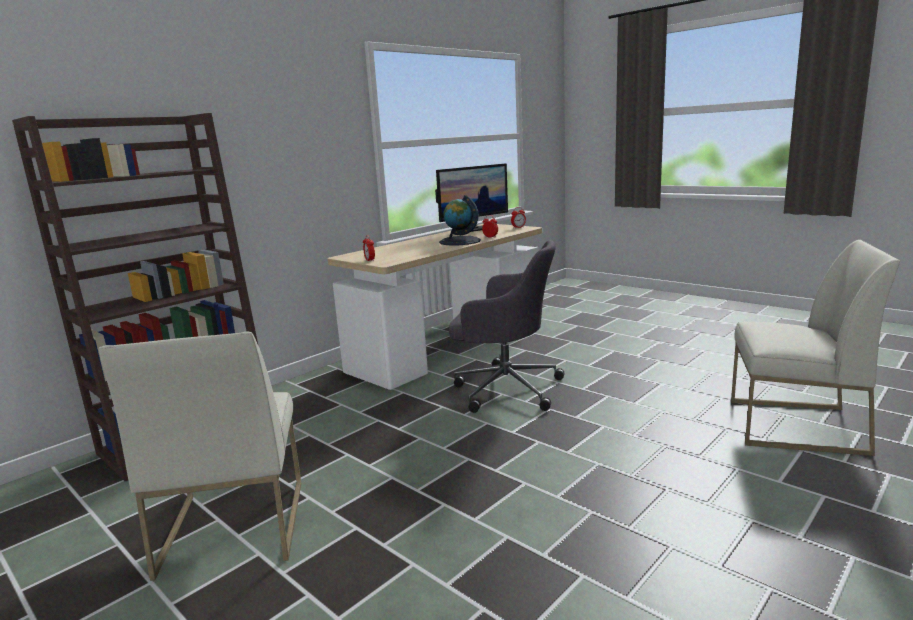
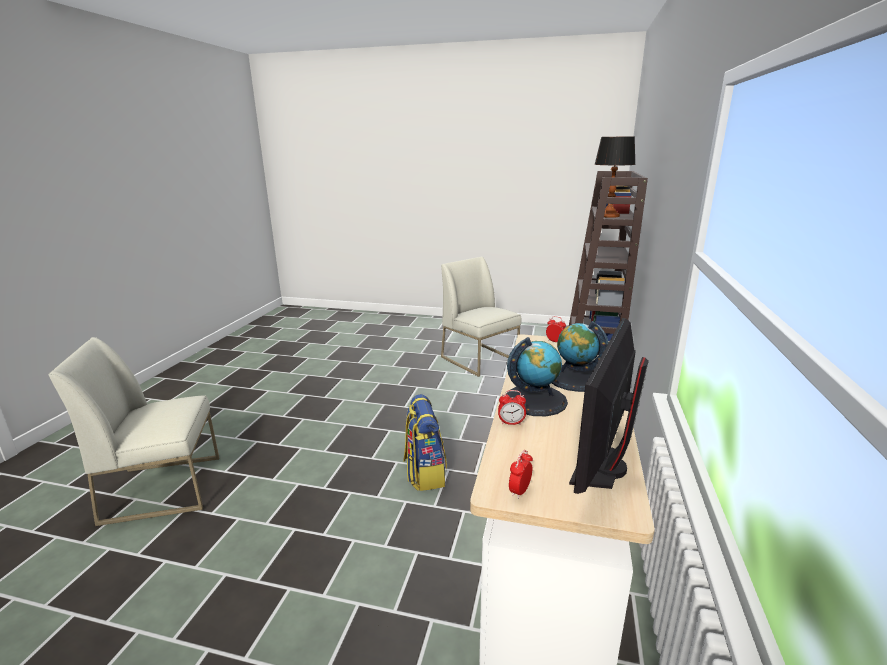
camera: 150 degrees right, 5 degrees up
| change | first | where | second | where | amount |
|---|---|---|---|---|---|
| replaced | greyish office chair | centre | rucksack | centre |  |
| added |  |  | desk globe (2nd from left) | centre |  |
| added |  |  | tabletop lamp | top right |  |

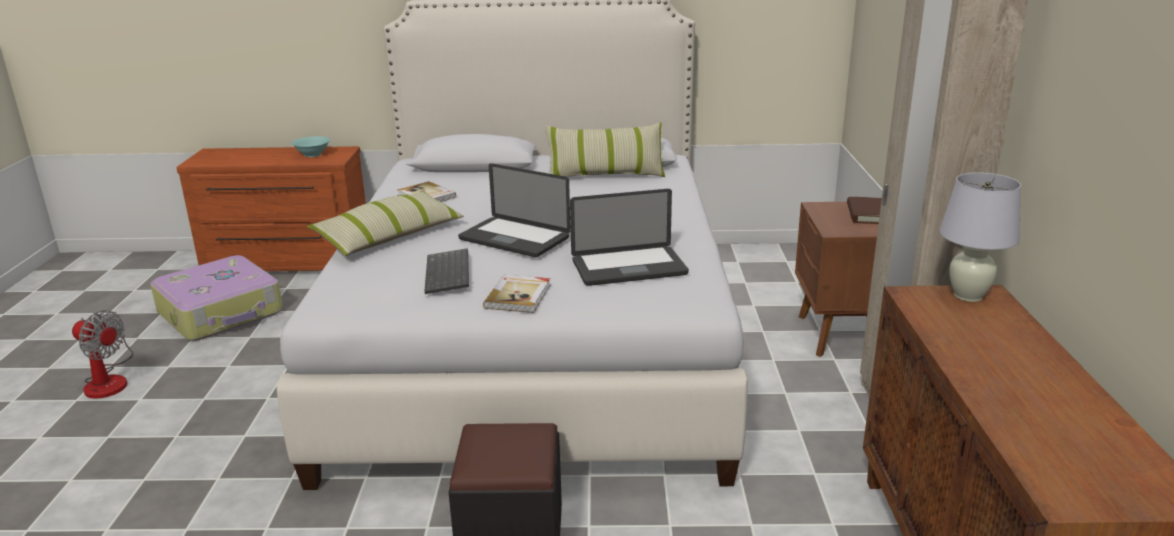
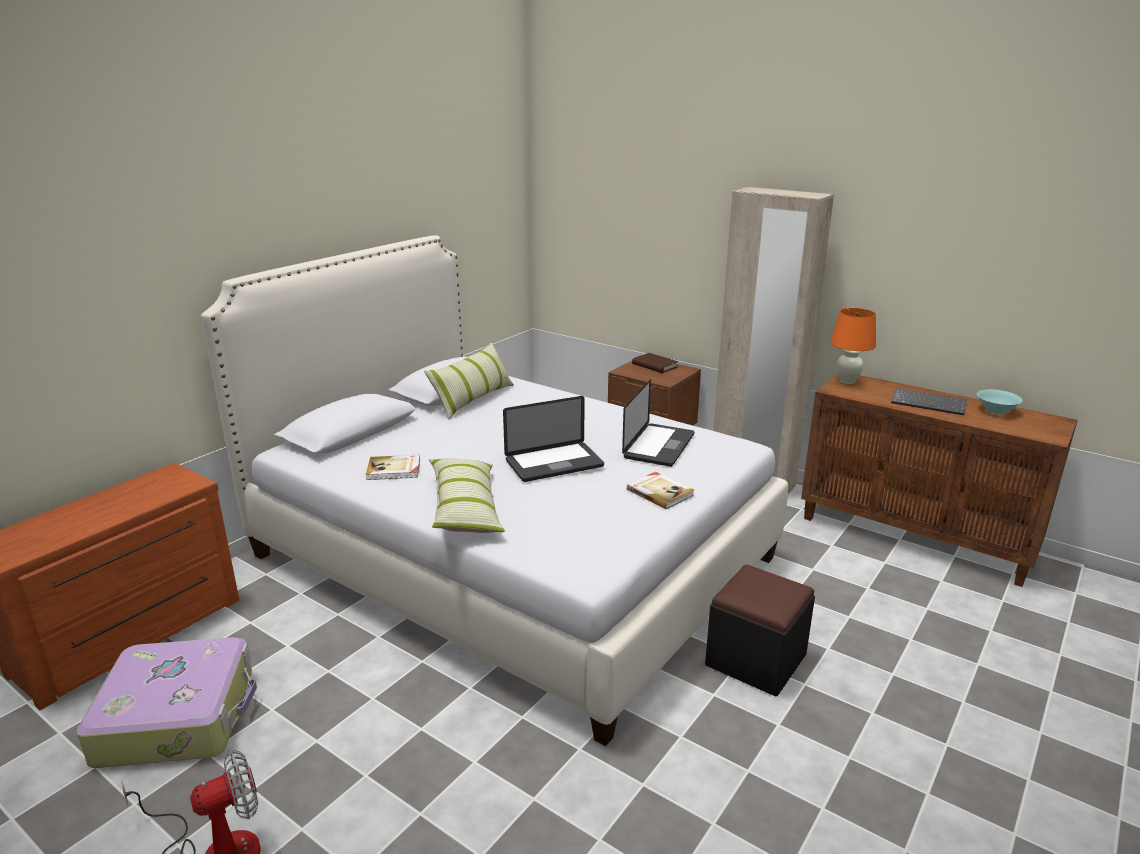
camera: 55 degrees left, 0 degrees up
| change | first | where | second | where | amount |
|---|---|---|---|---|---|
| recoloured | white tabletop lamp | middle right | orange-coloured tabletop lamp | middle right |  |
| moved | PC keyboard | centre |  | middle right |  |
| moved | blue-green serving bowl | top left |  | middle right |  |

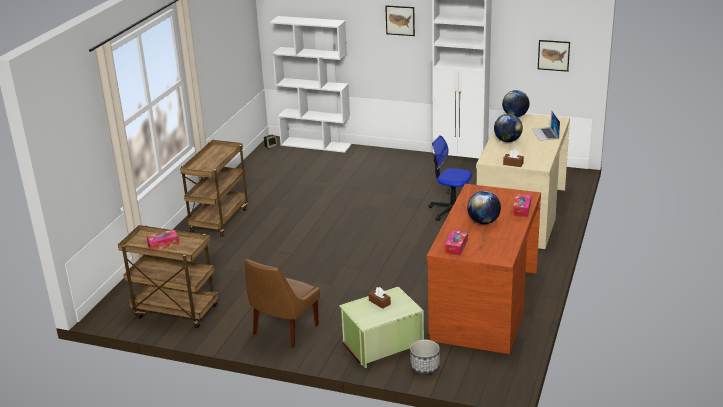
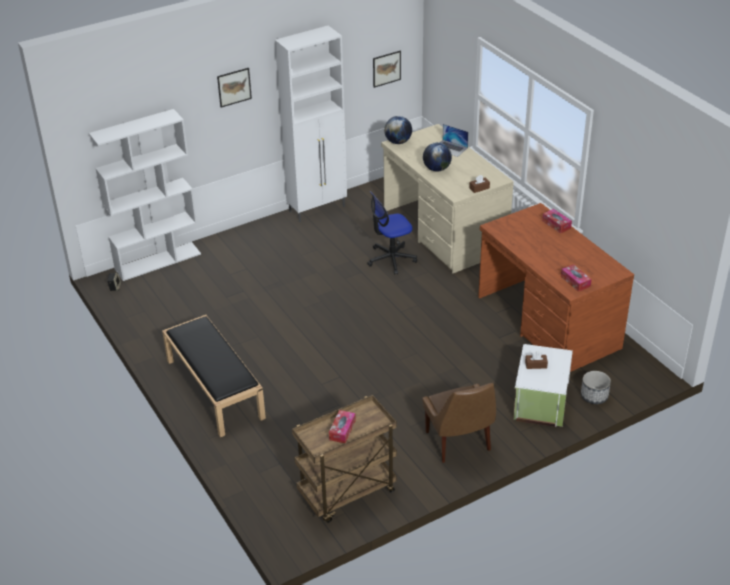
camera: 50 degrees left, 10 degrees up
| change | first | where | second | where | amount |
|---|---|---|---|---|---|
| replaced | brown trolley (2nd from left) | middle left | black-coloured indoor bench | middle left |  |
| recoloured | green-coloured storage box | bottom centre | white storage box | middle right |  |
| removed | desk globe (1st from left) | middle right |  |  |  |

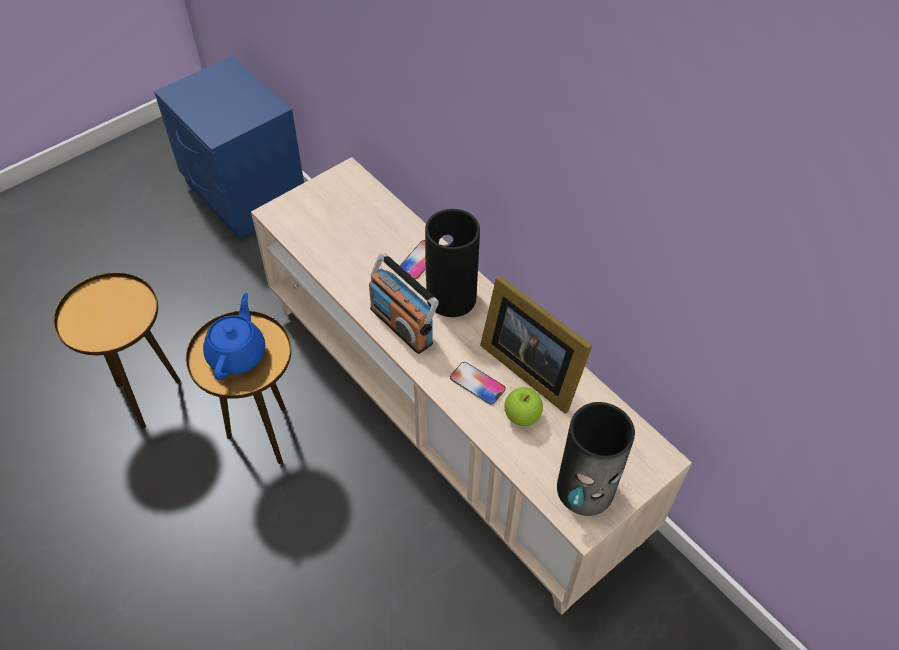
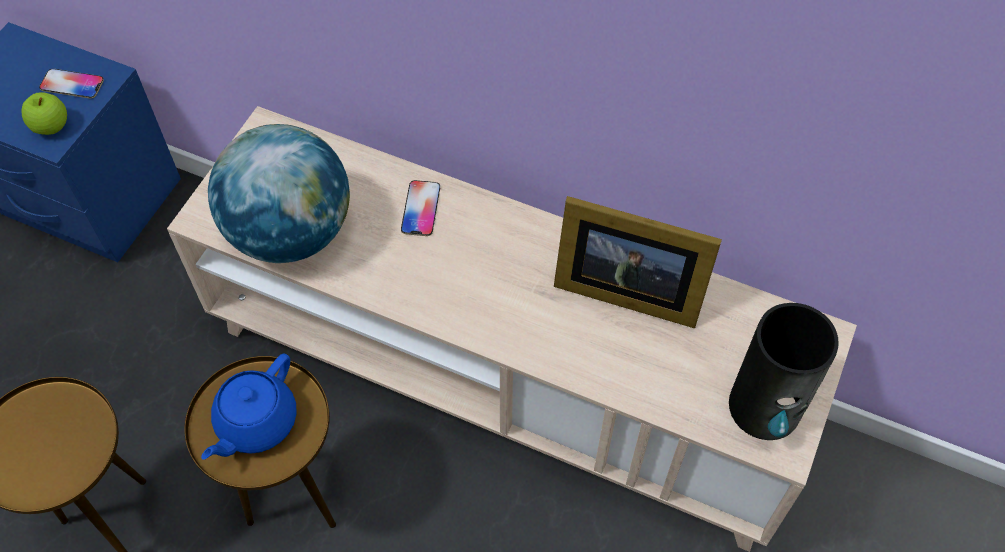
camera: 25 degrees left, 5 degrees up
| change | first | where | second | where | amount |
|---|---|---|---|---|---|
| moved | apple | centre |  | top left |  |
| moved | telephone (2nd from left in the first image) | centre | telephone (1st from left) | top left |  |
| turned | blue-coloured pot for tea | middle left |  | bottom left | 135 degrees counterclockwise |
| added |  |  | desk globe | middle left |  |
| removed | radio receiver | centre |  |  |  |
| removed | flower vase (1st from left) | centre |  |  |  |

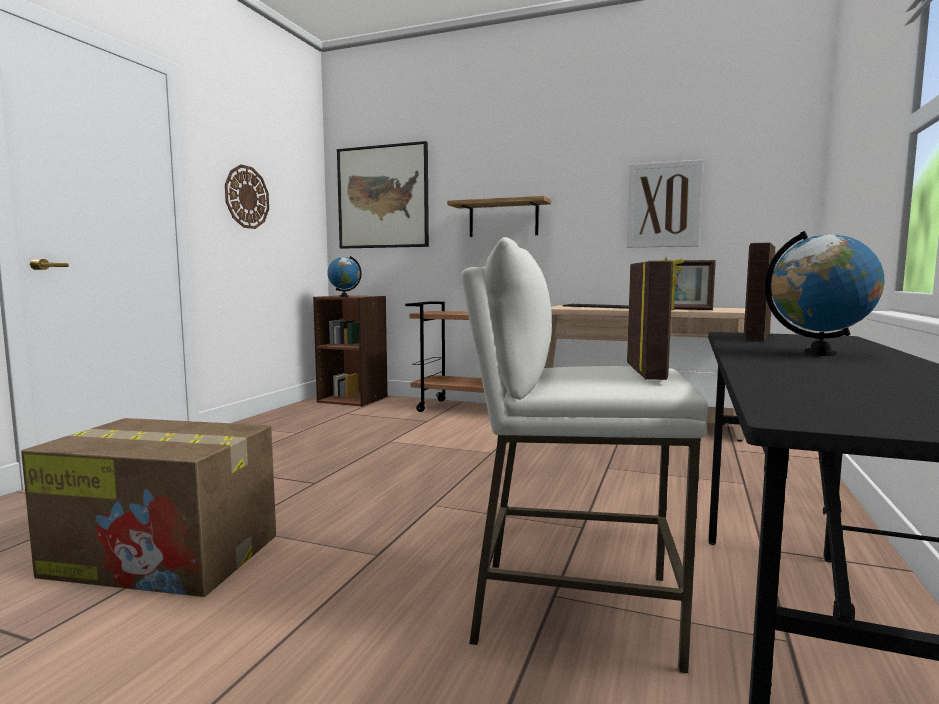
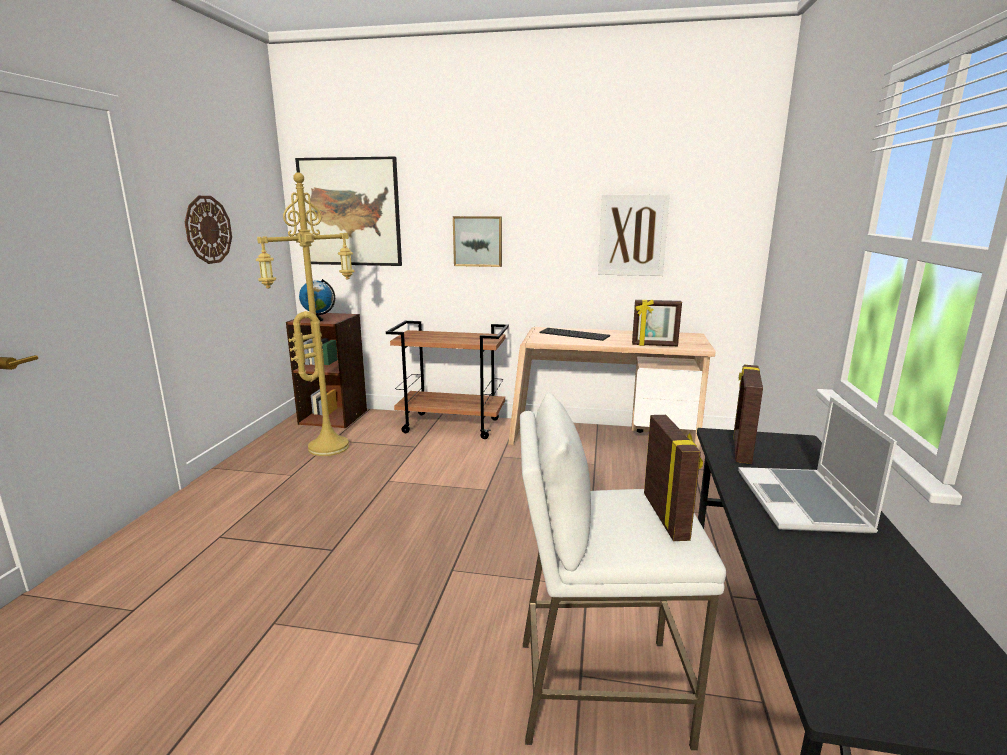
camera: 10 degrees left, 10 degrees up
| change | first | where | second | where | amount |
|---|---|---|---|---|---|
| added |  |  | yellowish standard lamp | middle left |  |
| replaced | shelf | top centre | wall picture (2nd from left) | top centre |  |
| replaced | desk globe (2nd from left) | middle right | notebook computer | middle right |  |
| removed | carton | bottom left |  |  |  |

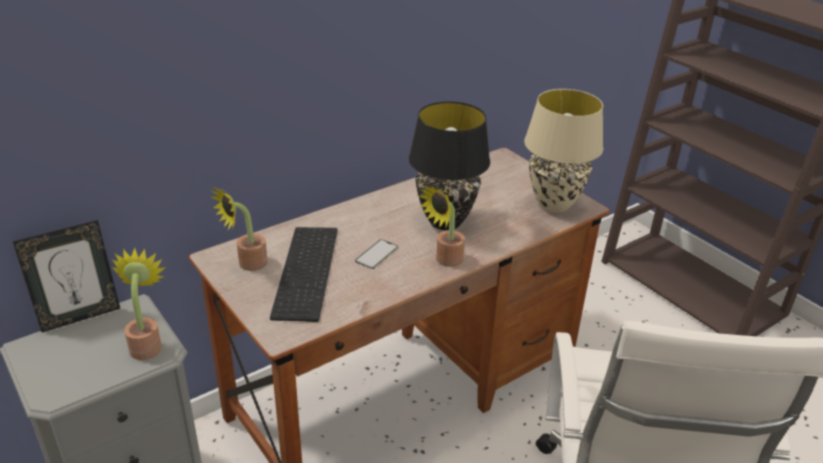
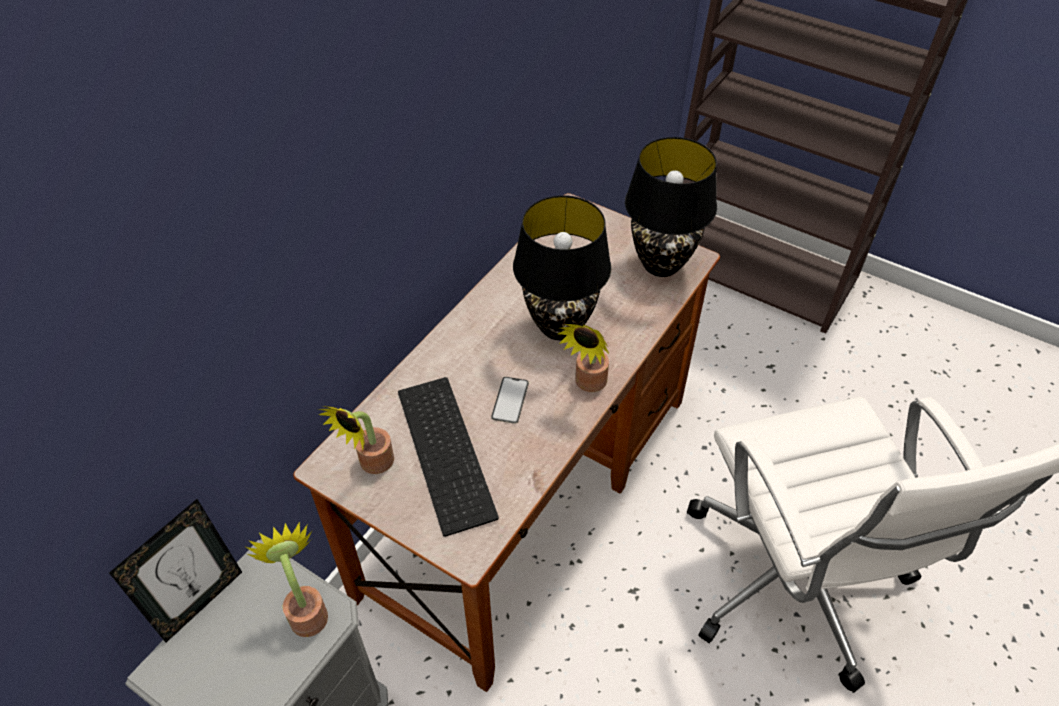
camera: 20 degrees left, 15 degrees up
| change | first | where | second | where | amount |
|---|---|---|---|---|---|
| recoloured | sand-coloured tabletop lamp | top right | black-coloured tabletop lamp (2nd from left) | top centre |  |

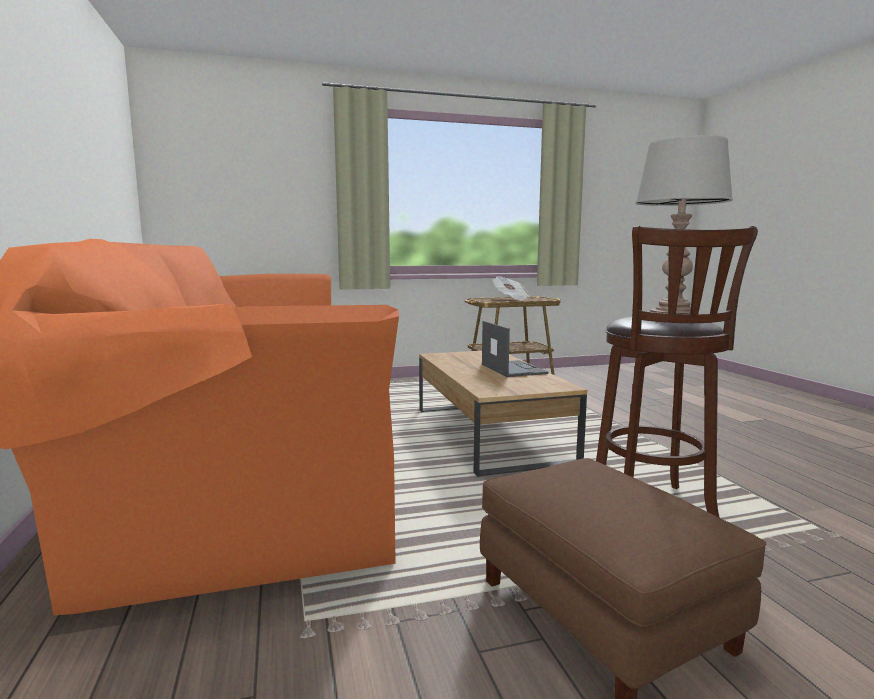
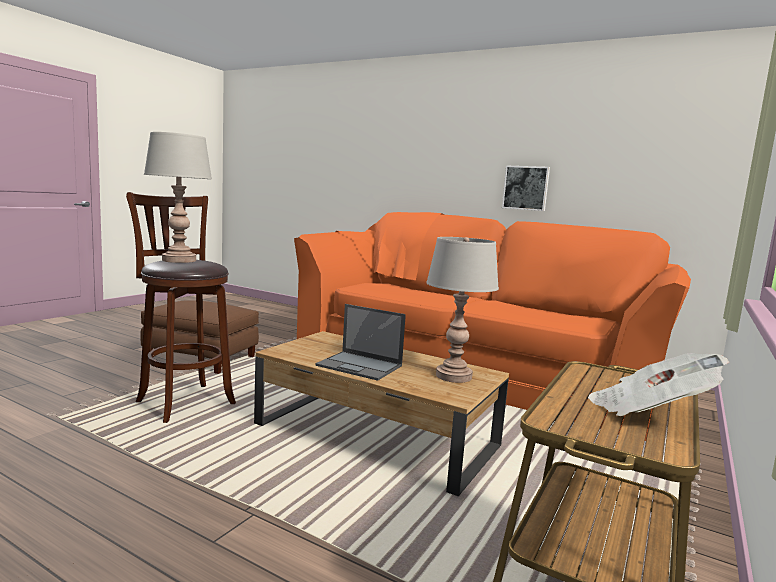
camera: 135 degrees right, 0 degrees up
| change | first | where | second | where | amount |
|---|---|---|---|---|---|
| added |  |  | greyish tabletop lamp (2nd from left) | centre |  |
| added |  |  | wall picture | top right |  |

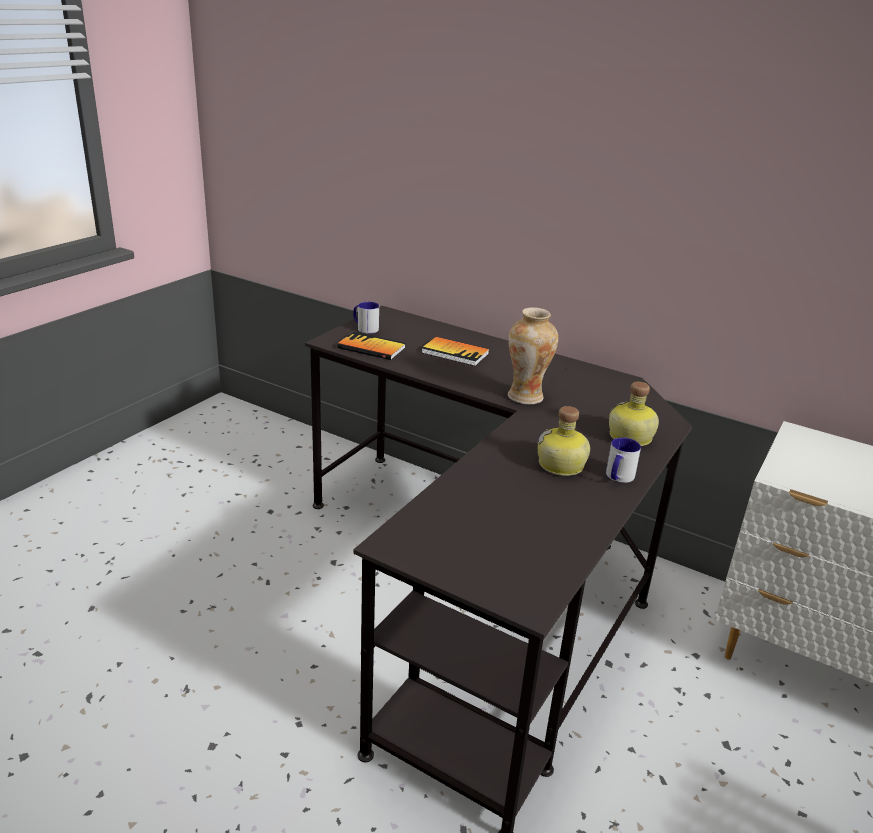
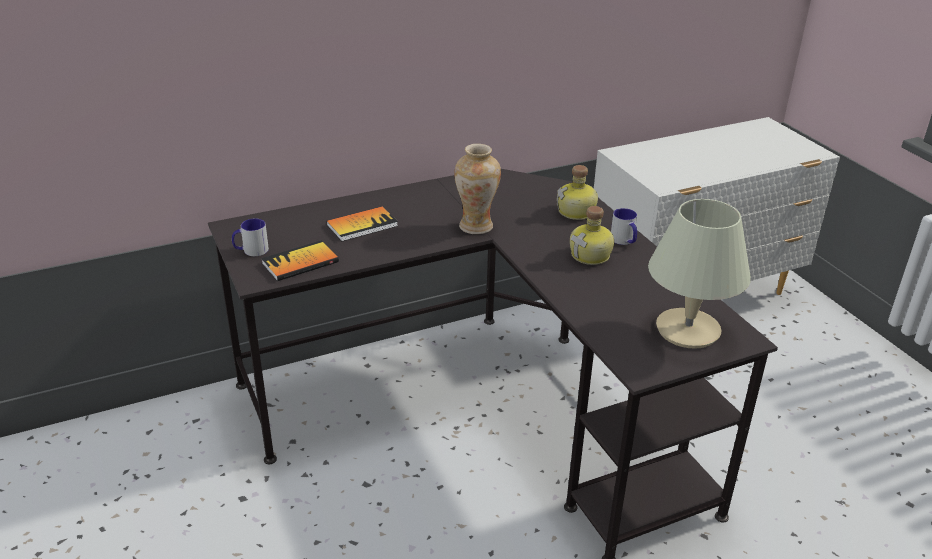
camera: 55 degrees left, 5 degrees up
| change | first | where | second | where | amount |
|---|---|---|---|---|---|
| added |  |  | sand-coloured tabletop lamp | middle right |  |

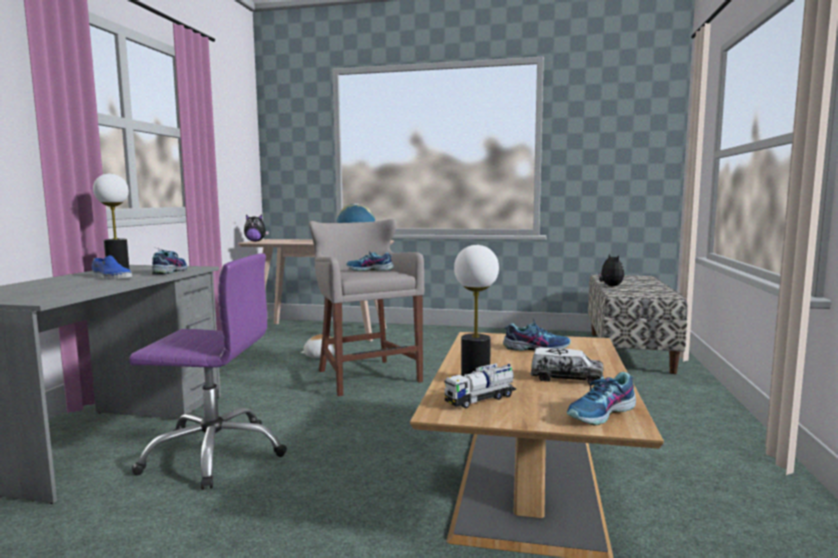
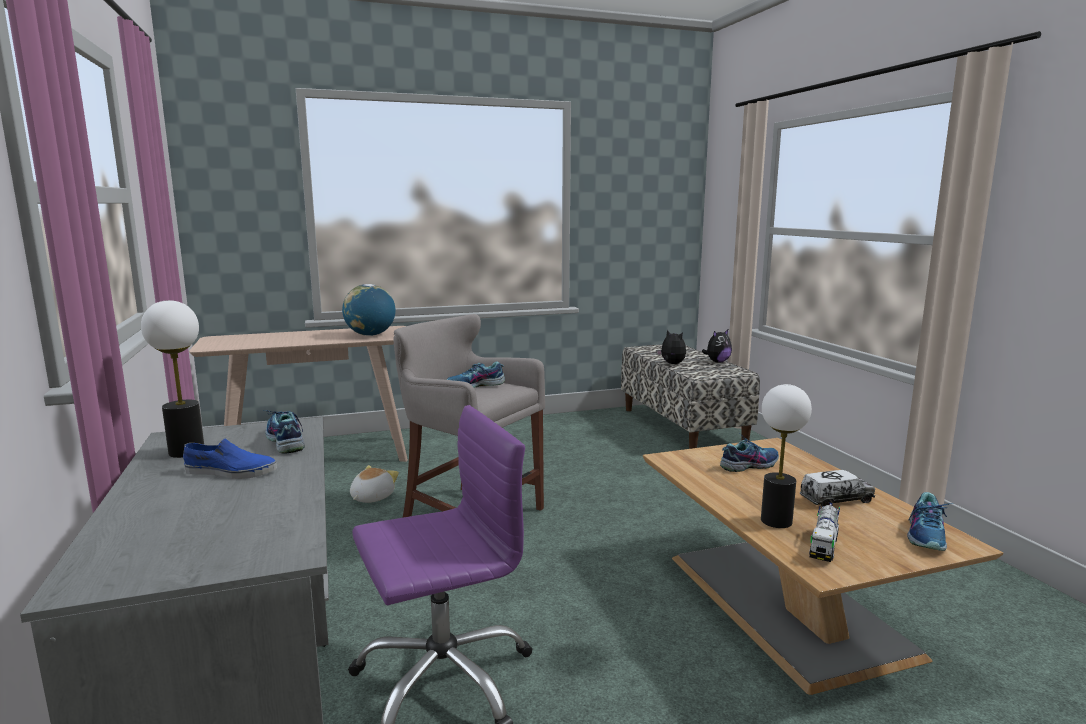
camera: 30 degrees left, 5 degrees up
| change | first | where | second | where | amount |
|---|---|---|---|---|---|
| moved | cuddly toy (1st from left in the first image) | middle left | cuddly toy (3rd from left) | centre |  |

